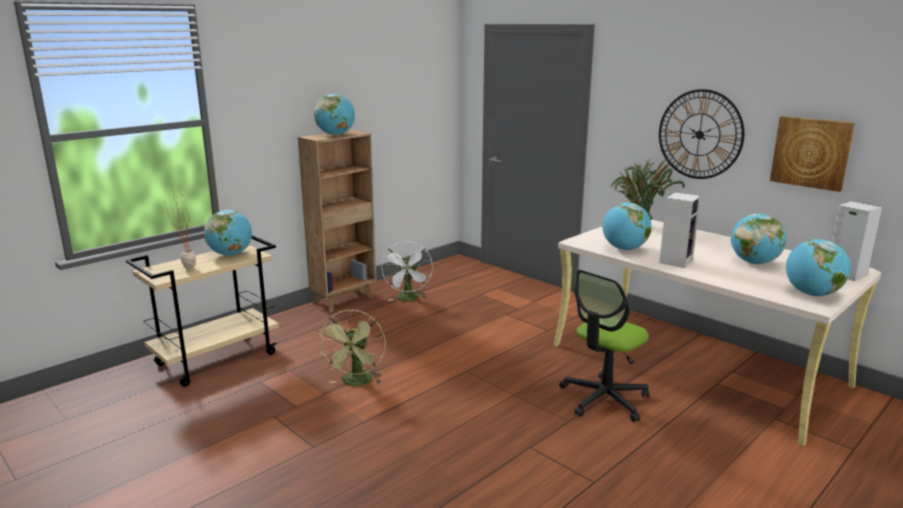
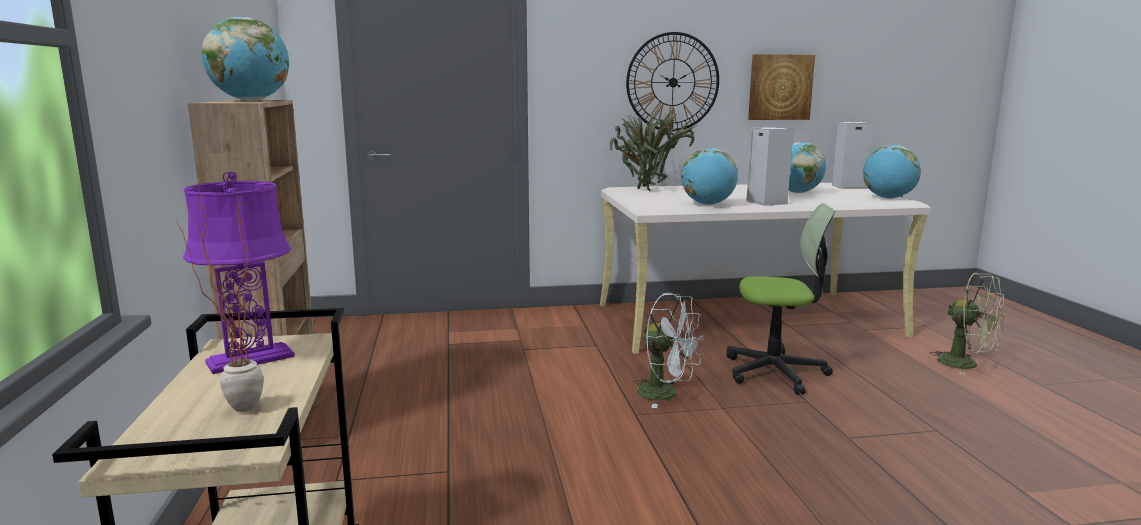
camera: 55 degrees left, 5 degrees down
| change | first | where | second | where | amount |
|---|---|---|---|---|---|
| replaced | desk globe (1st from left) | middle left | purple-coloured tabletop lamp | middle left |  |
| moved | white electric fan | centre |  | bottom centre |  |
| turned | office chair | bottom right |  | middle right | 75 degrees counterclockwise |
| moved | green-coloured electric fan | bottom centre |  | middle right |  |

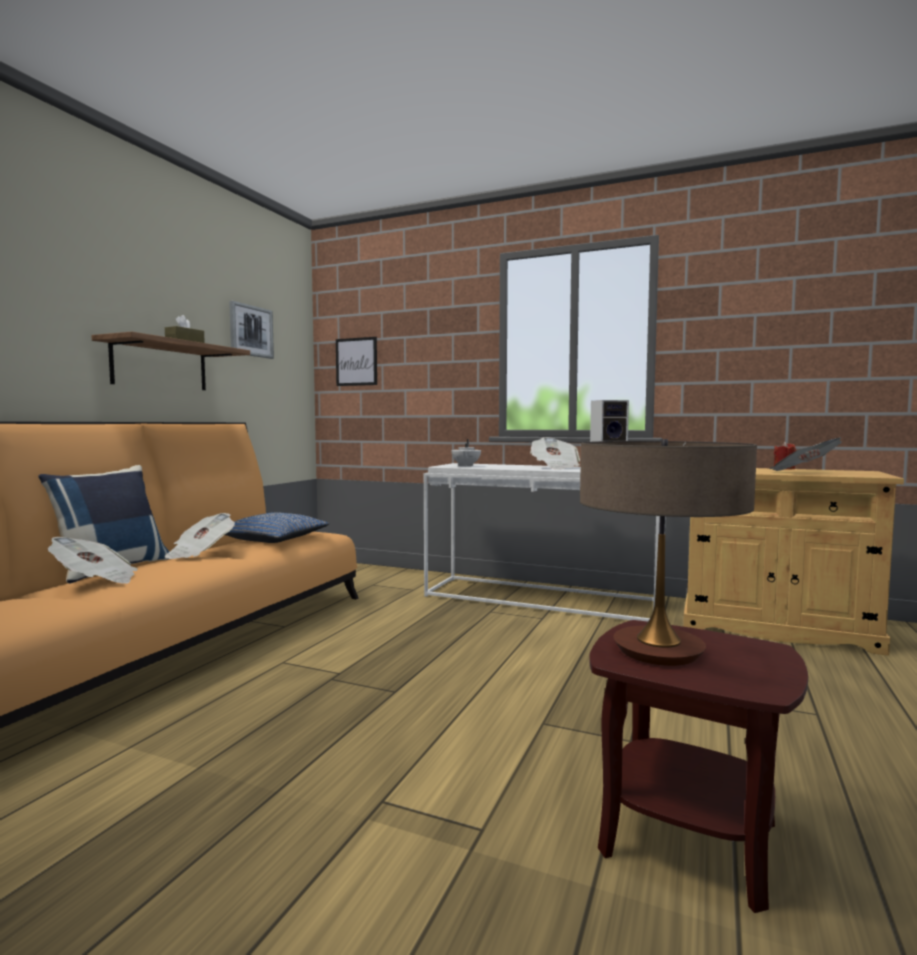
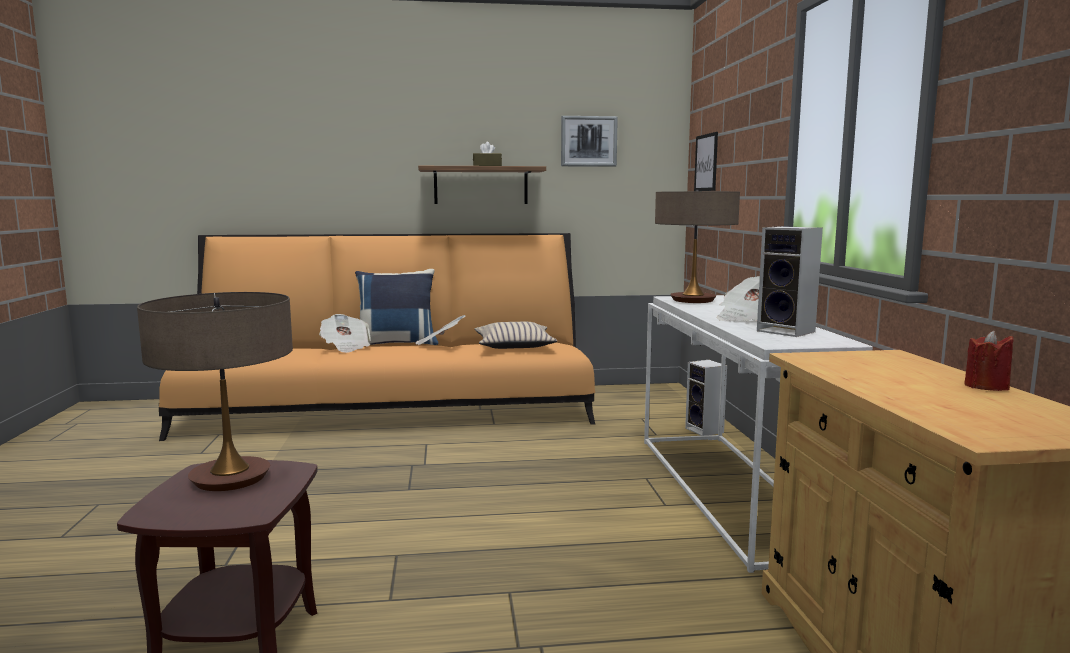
camera: 60 degrees right, 5 degrees up
| change | first | where | second | where | amount |
|---|---|---|---|---|---|
| recoloured | blue-coloured cushion (2nd from left) | middle left | sand-coloured cushion | centre |  |
| replaced | white pot for tea | centre | tabletop lamp (2nd from left) | centre |  |
| added |  |  | loudspeaker (1st from left) | centre |  |
| removed | printed paper (4th from left) | middle right |  |  |  |

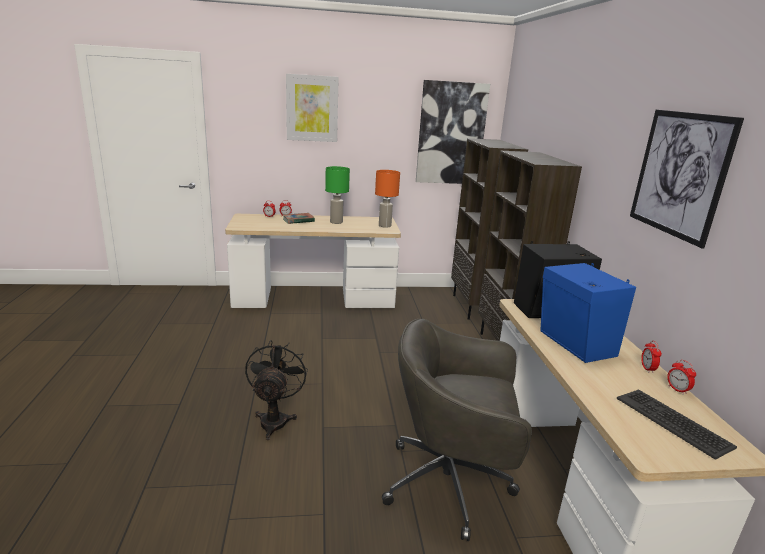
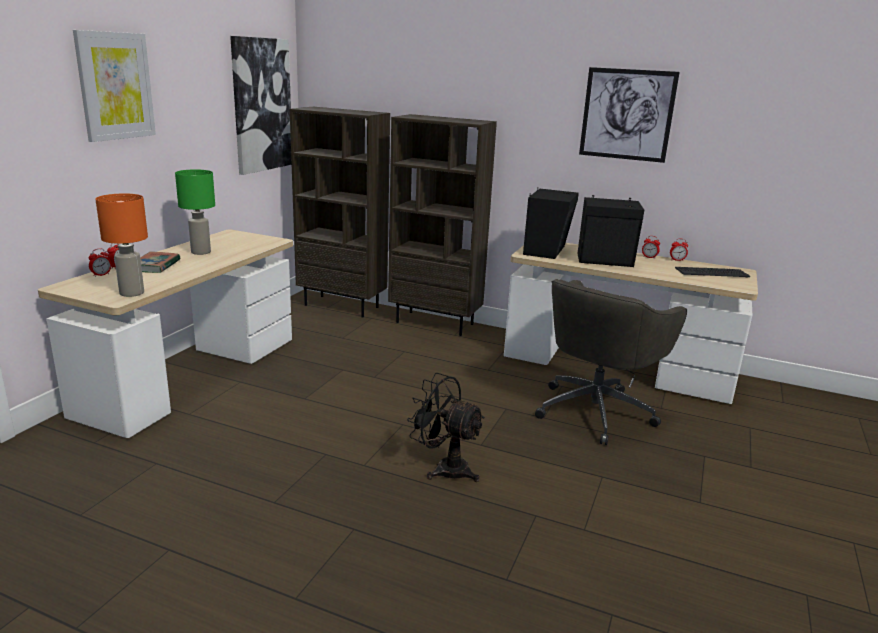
camera: 60 degrees left, 0 degrees up
| change | first | where | second | where | amount |
|---|---|---|---|---|---|
| moved | orange-coloured tabletop lamp | centre |  | middle left |  |
| recoloured | blue-coloured loudspeaker | middle right | black-coloured loudspeaker (2nd from left) | middle right |  |

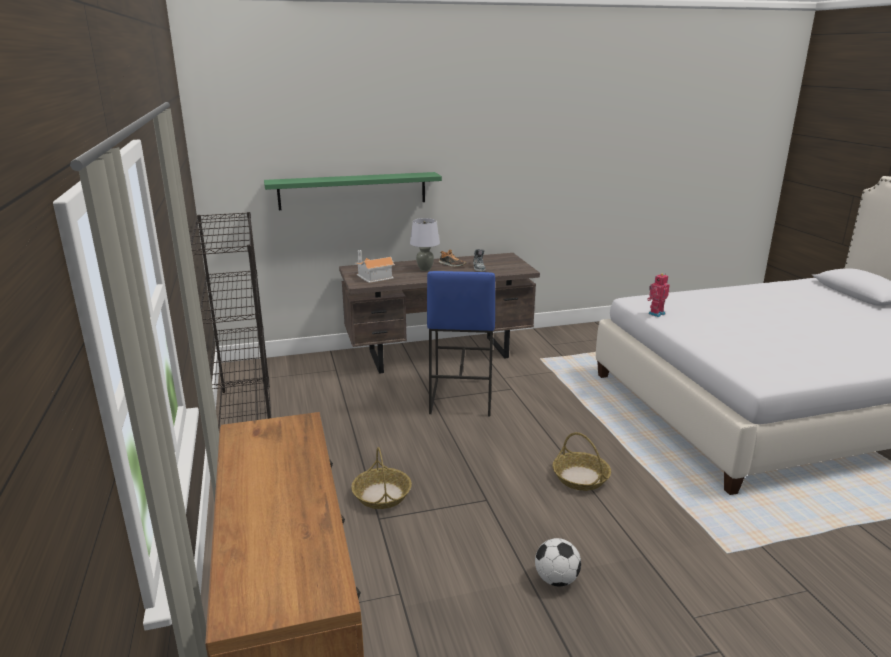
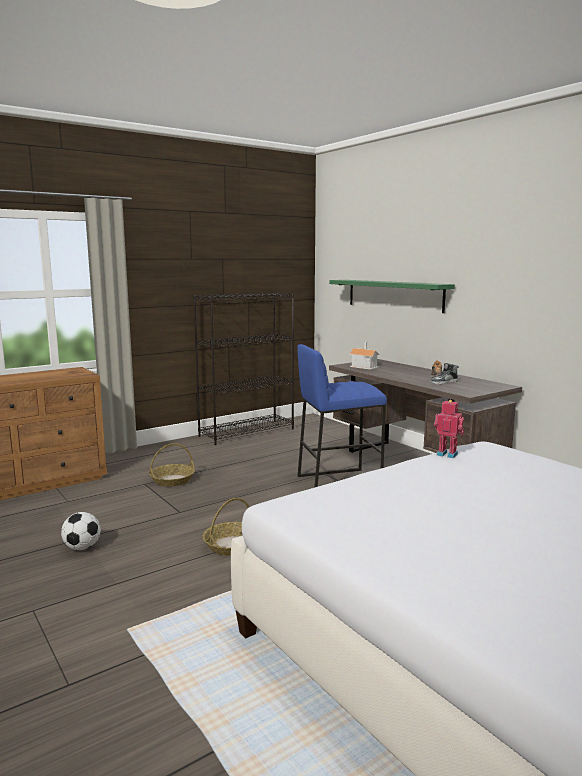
camera: 70 degrees right, 10 degrees down
| change | first | where | second | where | amount |
|---|---|---|---|---|---|
| removed | greyish tabletop lamp | centre |  |  |  |

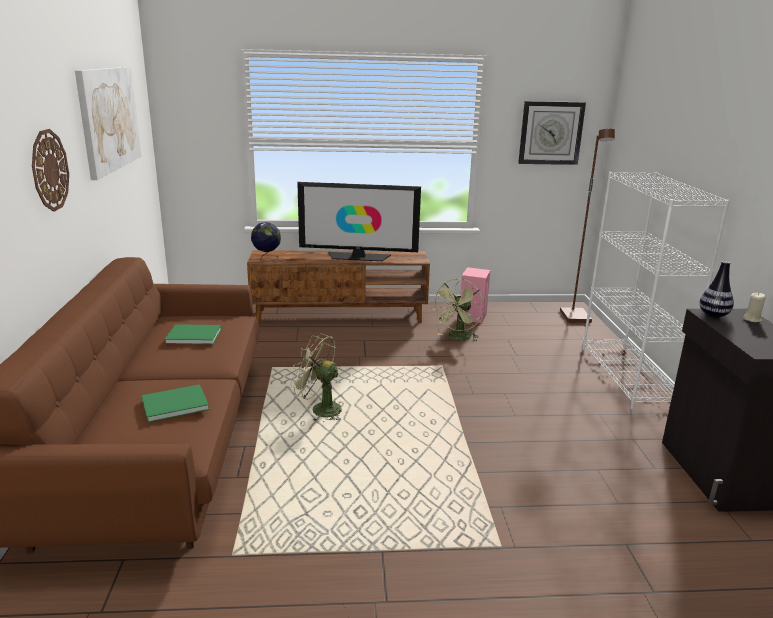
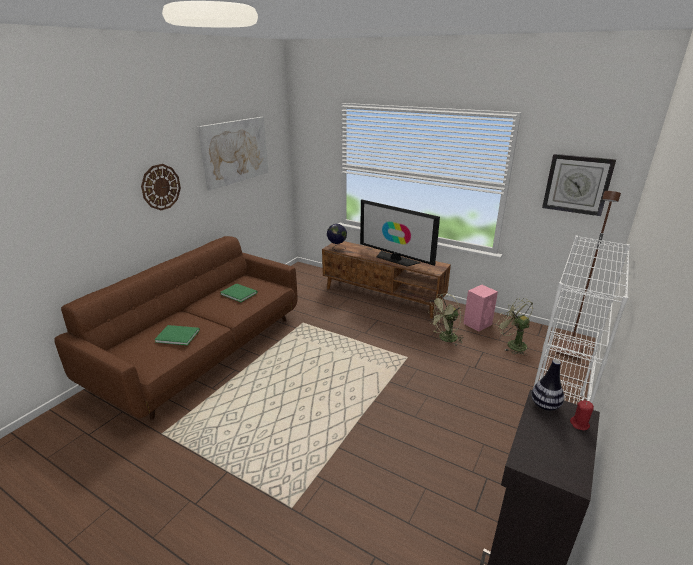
camera: 35 degrees right, 5 degrees up
| change | first | where | second | where | amount |
|---|---|---|---|---|---|
| moved | green-coloured electric fan (1st from left in the first image) | centre | green-coloured electric fan (2nd from left) | middle right |  |
| recoloured | sand-coloured wax light | middle right | red-coloured wax light | bottom right |  |

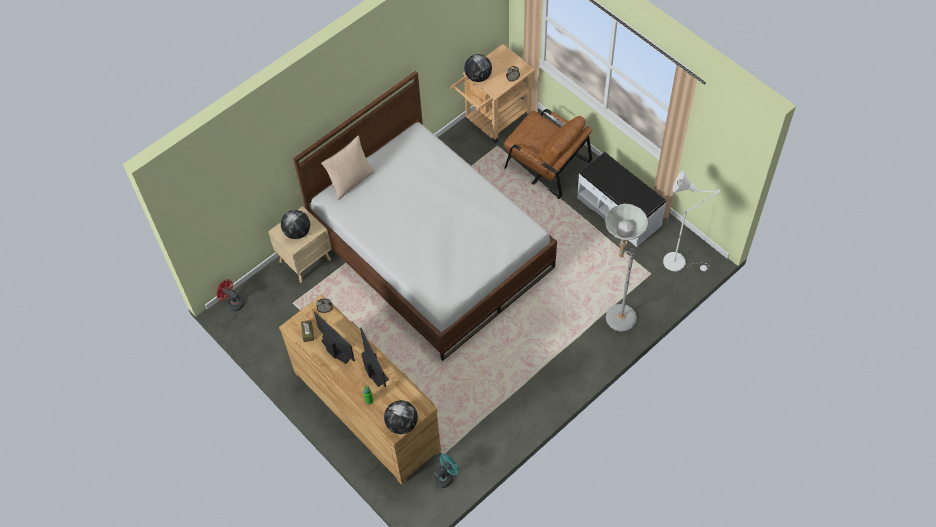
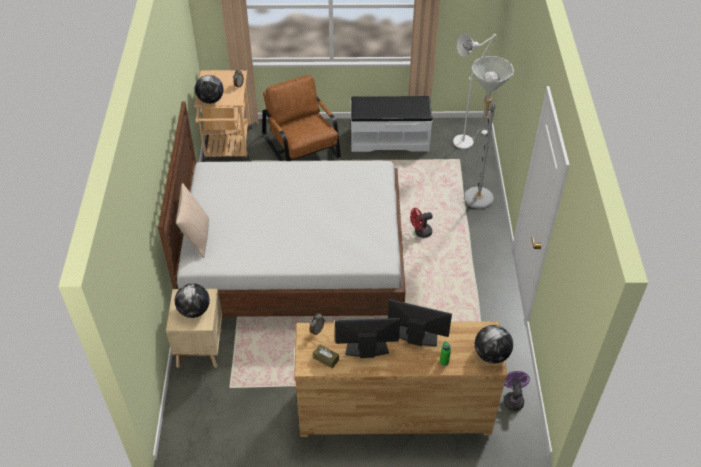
camera: 50 degrees left, 10 degrees down
| change | first | where | second | where | amount |
|---|---|---|---|---|---|
| turned | brown easy chair | top centre |  | top centre | 105 degrees counterclockwise |
| moved | red-coloured electric fan | middle left |  | centre |  |
| recoloured | blue-green electric fan | bottom centre | purple-coloured electric fan | bottom right |  |

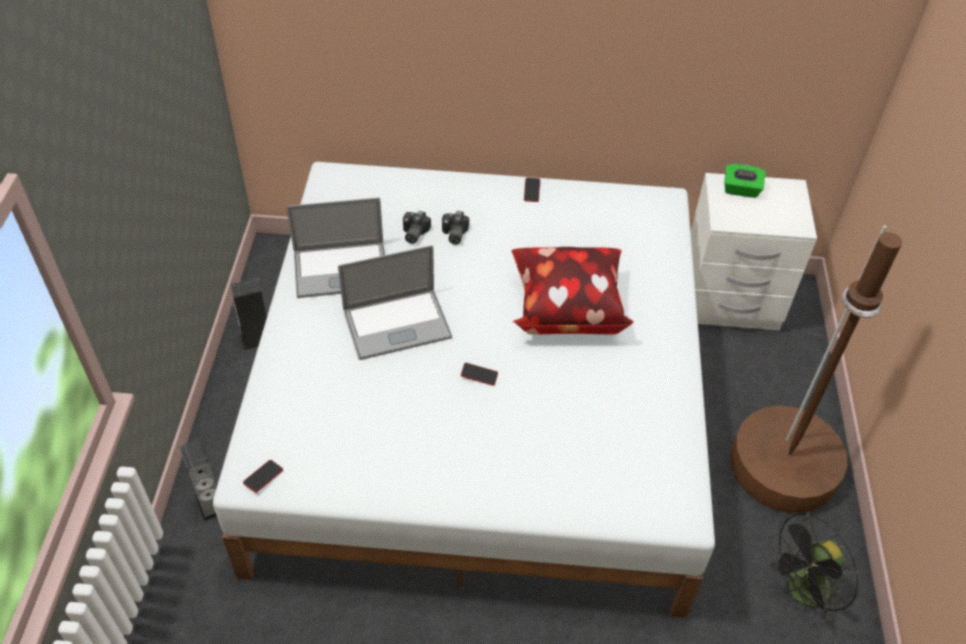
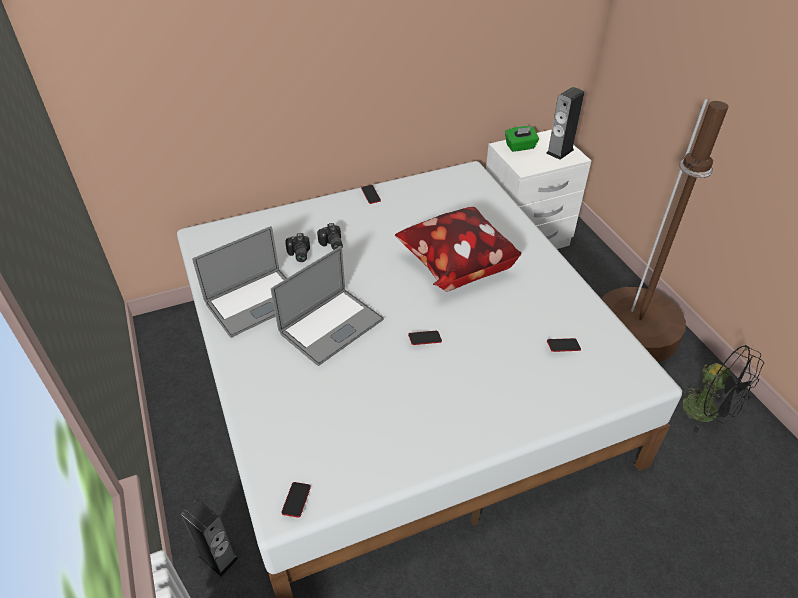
camera: 25 degrees left, 5 degrees down
| change | first | where | second | where | amount |
|---|---|---|---|---|---|
| moved | loudspeaker (2nd from left) | middle left |  | top right |  |
| added |  |  | telephone (4th from left) | middle right |  |
| turned | black-coloured electric fan | bottom right |  | middle right | 75 degrees counterclockwise |

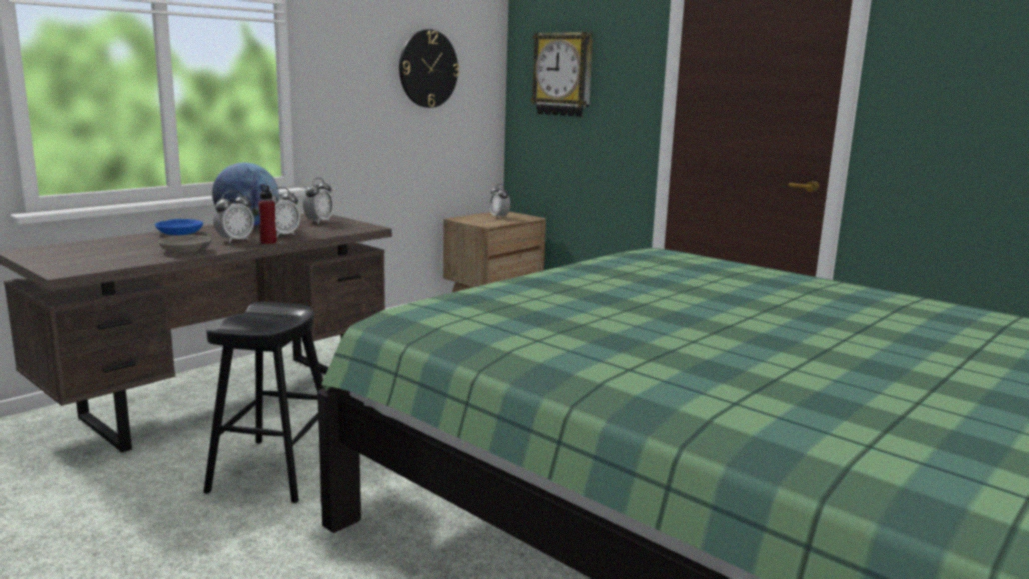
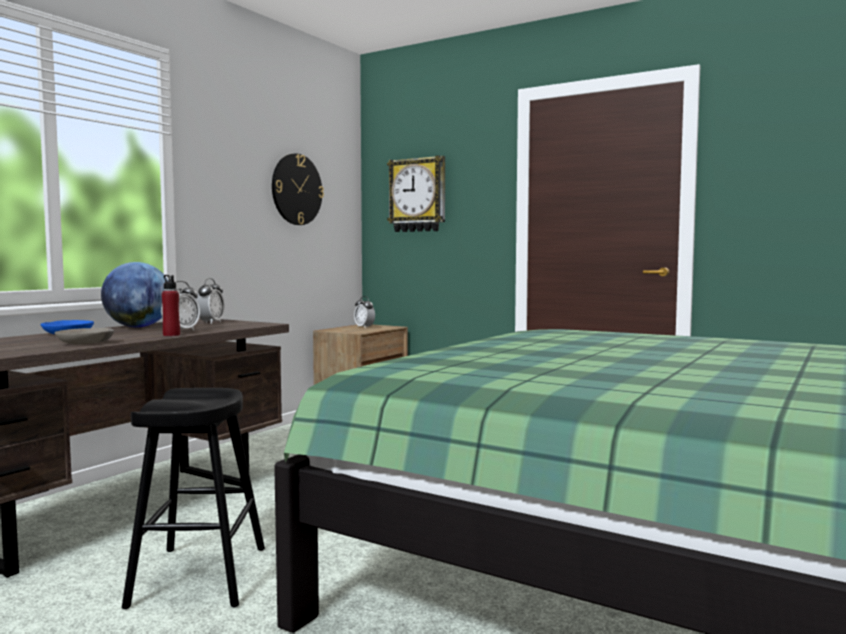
camera: 10 degrees left, 10 degrees down
| change | first | where | second | where | amount |
|---|---|---|---|---|---|
| removed | bedside clock (1st from left) | middle left |  |  |  |

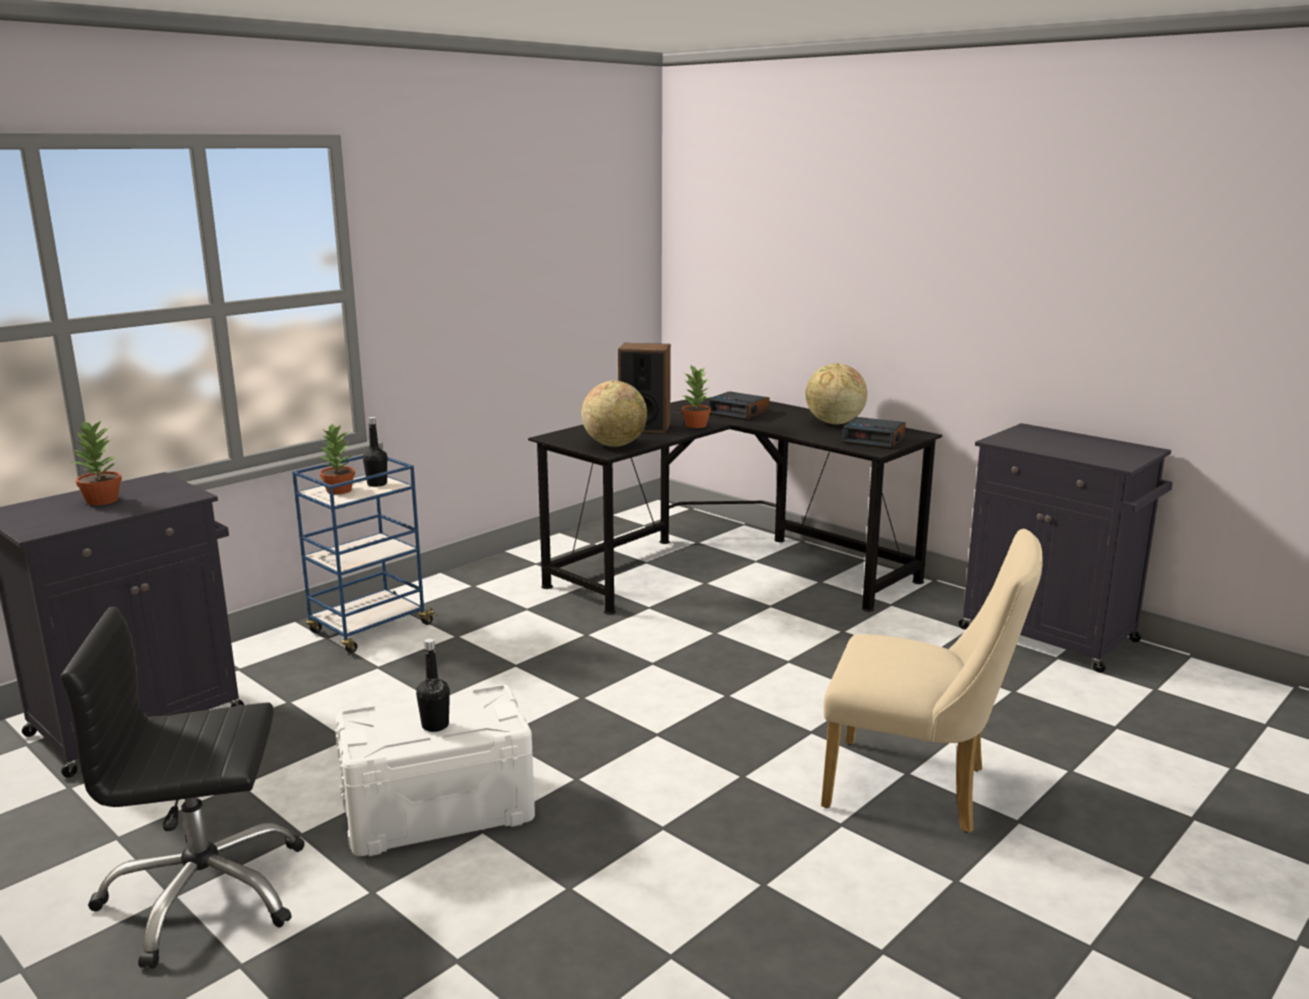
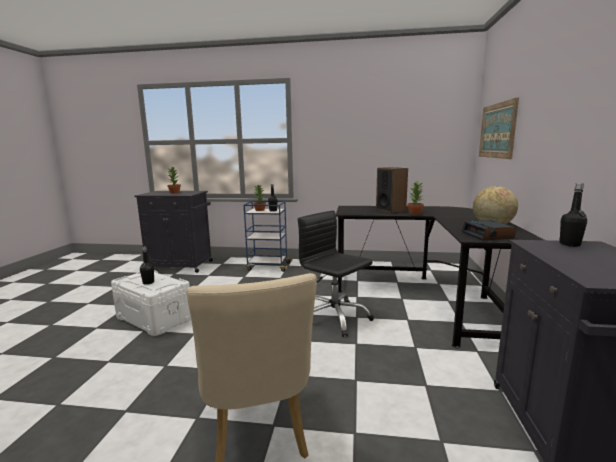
camera: 55 degrees right, 5 degrees down
| change | first | where | second | where | amount |
|---|---|---|---|---|---|
| moved | black-coloured office chair | bottom left |  | centre |  |
| added |  |  | wall picture | top right |  |
| added |  |  | black-coloured bottle (3rd from left) | middle right |  |
| removed | desk globe (1st from left) | centre |  |  |  |
| removed | bedside clock (1st from left) | centre |  |  |  |

